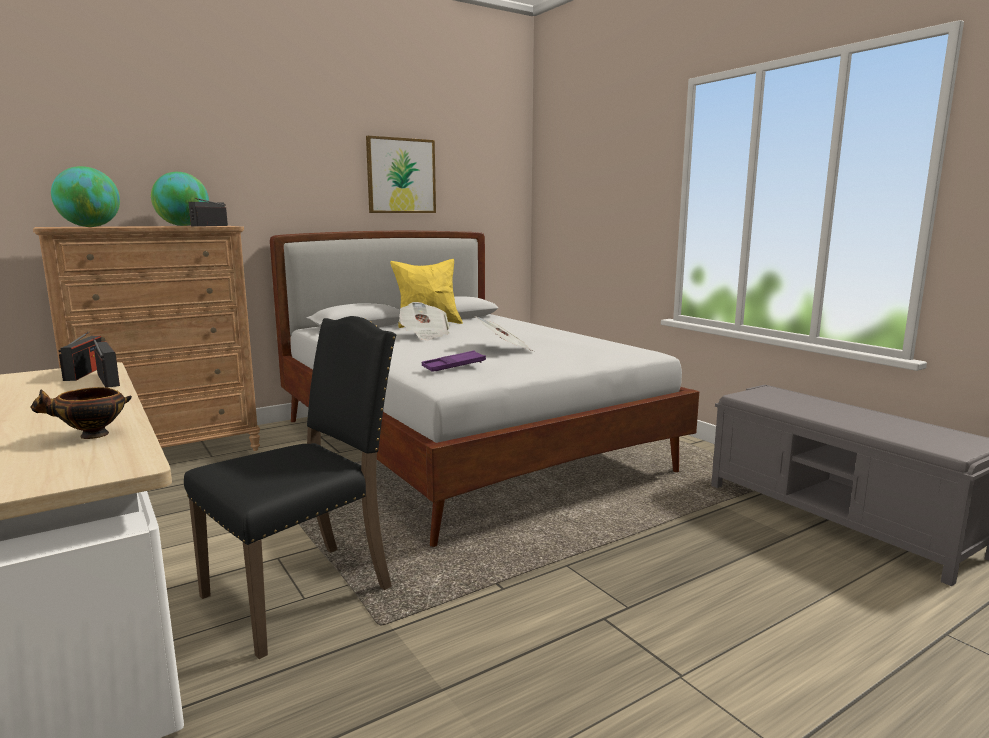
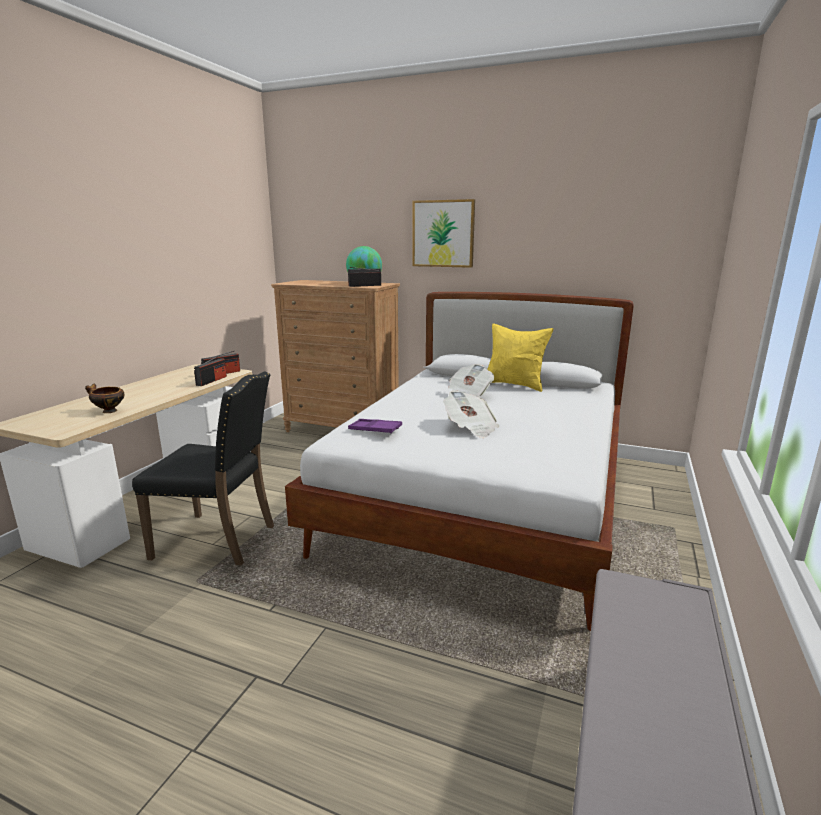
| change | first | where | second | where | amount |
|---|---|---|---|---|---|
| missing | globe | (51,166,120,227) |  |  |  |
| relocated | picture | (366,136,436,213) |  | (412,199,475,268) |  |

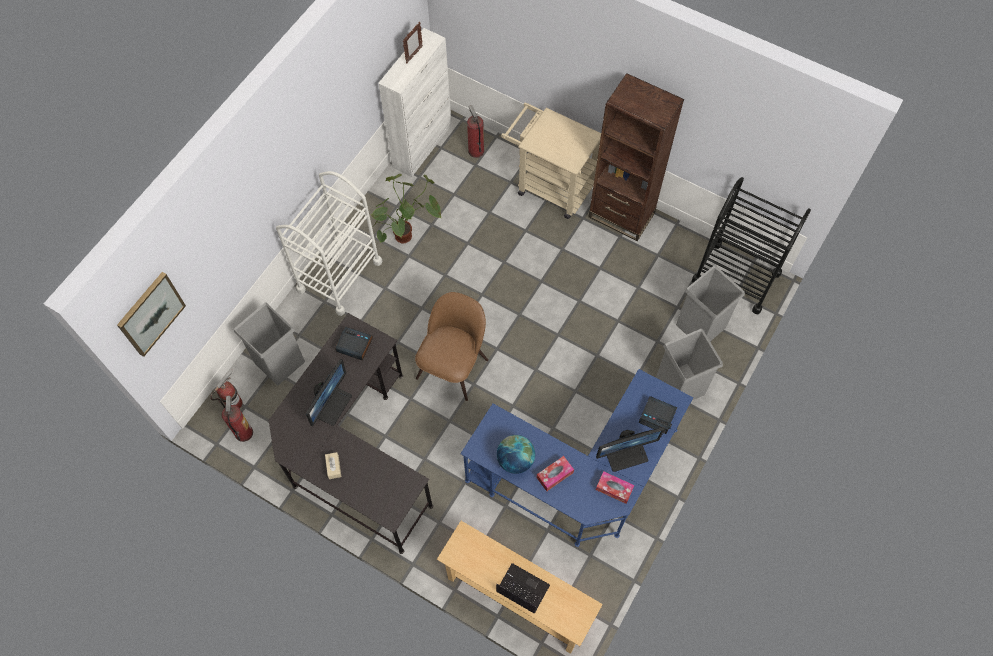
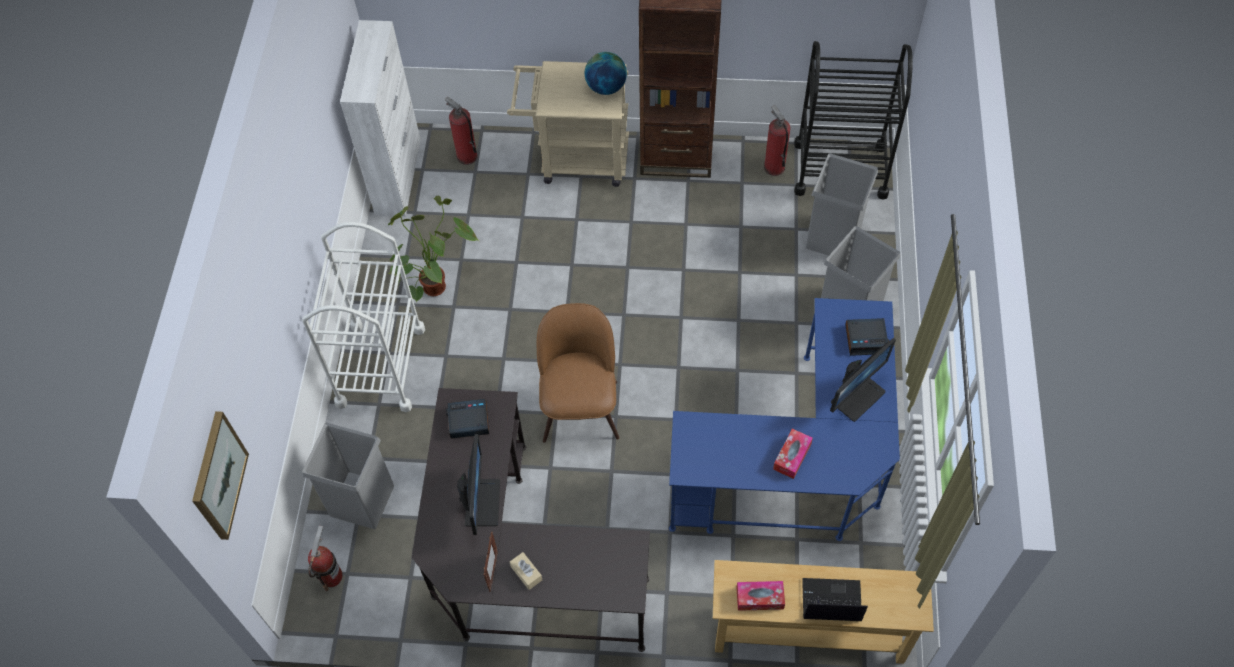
| change | first | where | second | where | amount |
|---|---|---|---|---|---|
| relocated | fire extinguisher | (222,396,253,442) |  | (764,105,791,176) |  |
| relocated | picture frame | (403,22,423,63) |  | (484,531,498,592) |  |
| relocated | globe | (497,435,535,474) |  | (585,52,627,95) |  |
| relocated | tissue box | (596,471,634,504) |  | (736,581,785,611) |  |

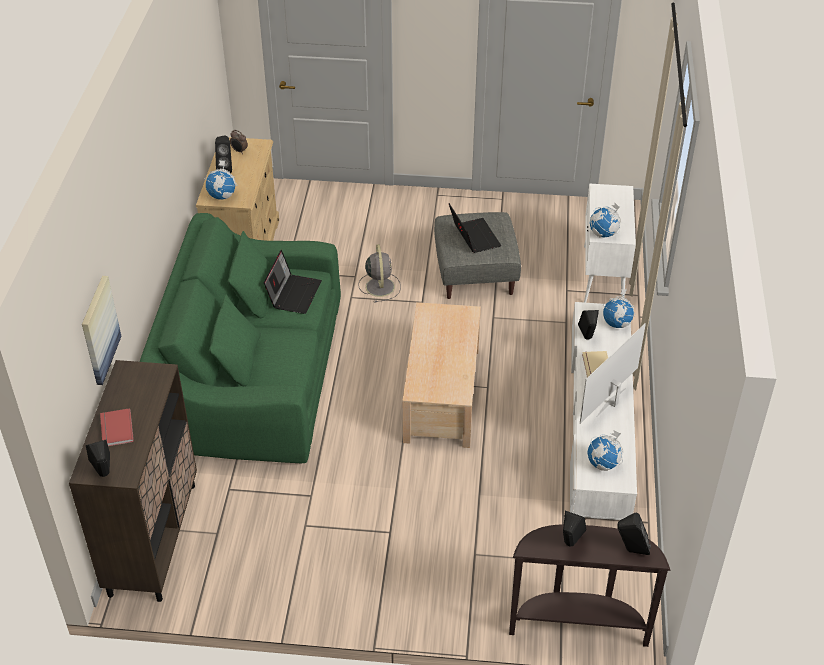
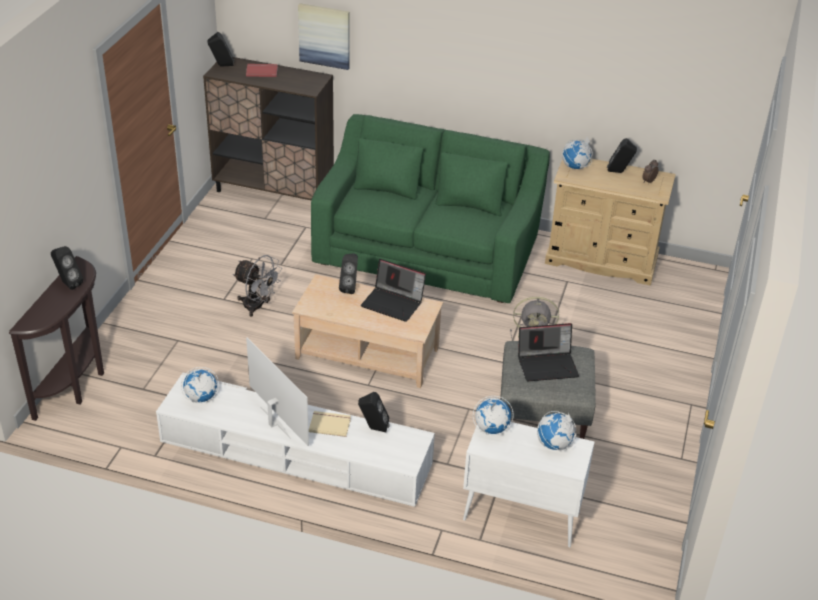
| change | first | where | second | where | amount |
|---|---|---|---|---|---|
| appeared |  |  | grey fan | (233,255,282,317) |  |
| relocated | laptop | (264,250,322,314) |  | (361,259,426,322) |  |
| relocated | globe | (603,289,636,328) |  | (537,411,576,450) |  |
| relocated | black speaker | (617,513,651,555) |  | (339,253,358,294) |  |

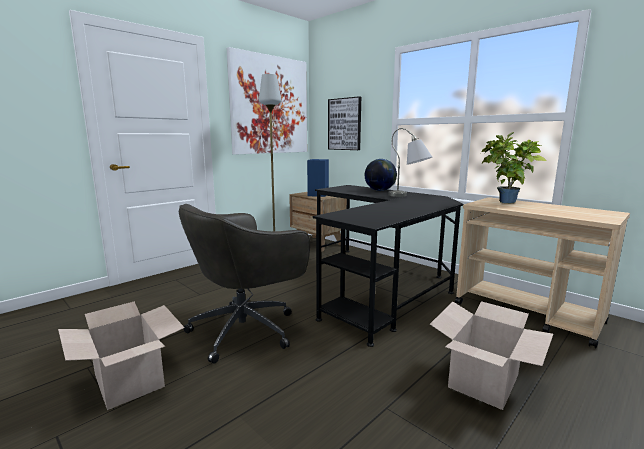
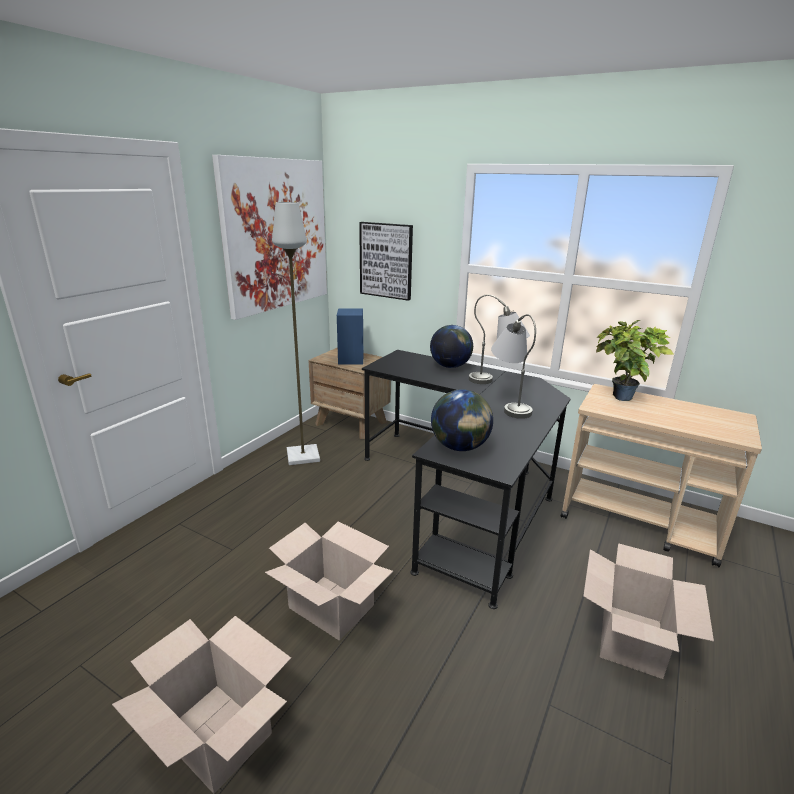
| change | first | where | second | where | amount |
|---|---|---|---|---|---|
| appeared |  |  | globe | (431,389,493,451) |  |
| appeared |  |  | grey table lamp | (491,314,536,419) |  |
| exchanged | grey office chair | (179,204,310,364) | cardboard box | (265,521,393,641) |  |

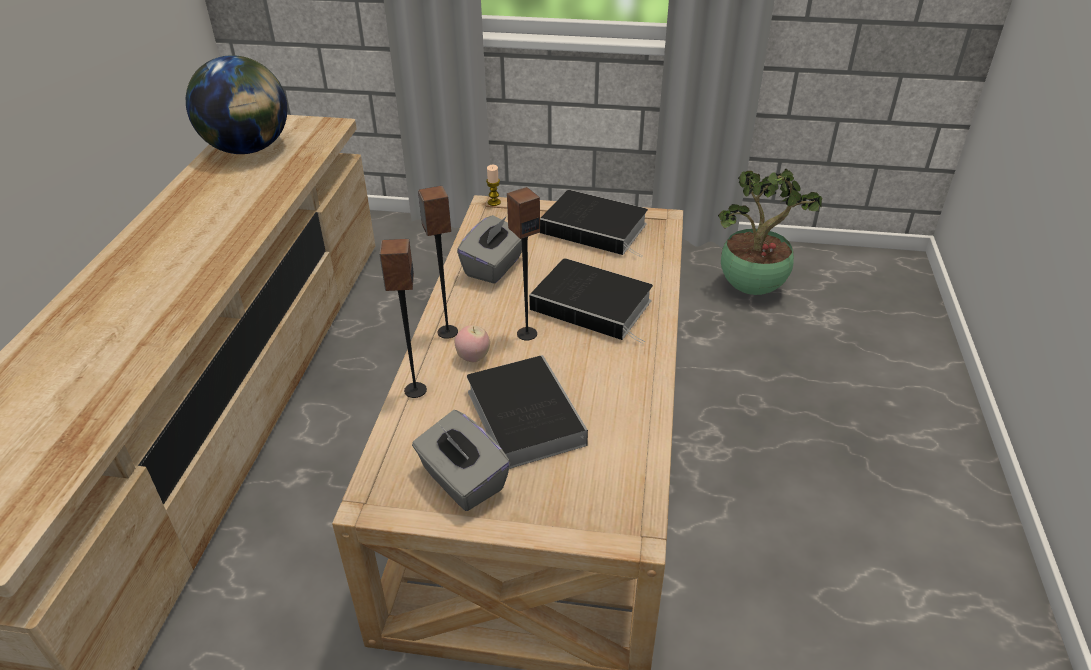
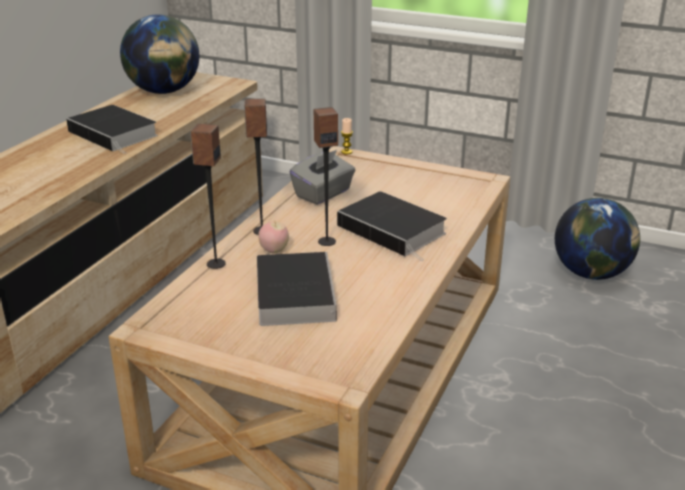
| change | first | where | second | where | amount |
|---|---|---|---|---|---|
| missing | grey tissue box | (412,410,511,511) |  |  |  |
| relocated | book | (540,190,648,257) |  | (66,105,158,154) |  |
| exchanged | potted plant | (718,169,822,295) | globe | (555,198,640,280) |  |

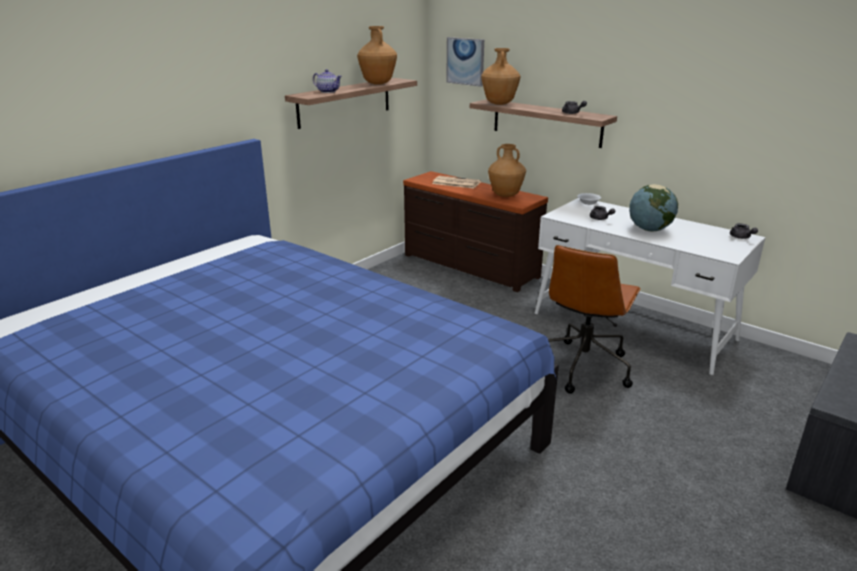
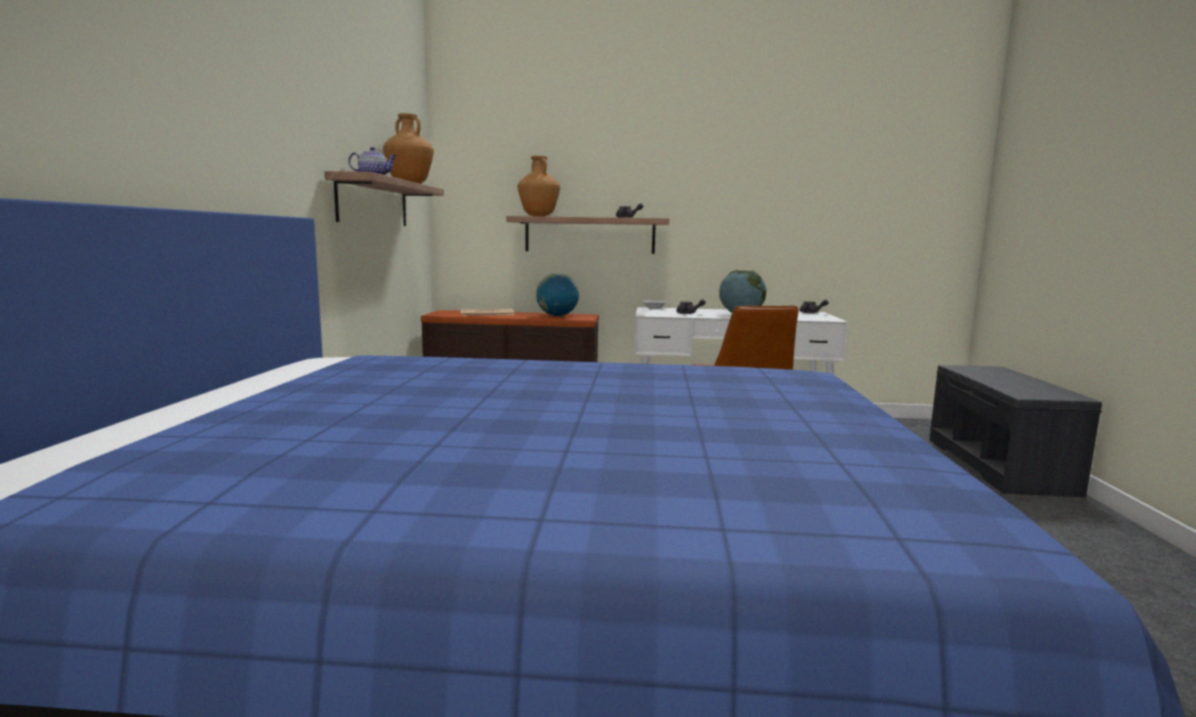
| change | first | where | second | where | amount |
|---|---|---|---|---|---|
| missing | picture | (446,37,484,87) |  |  |  |
| exchanged | brown vase | (488,144,526,197) | globe | (536,273,579,316) |  |

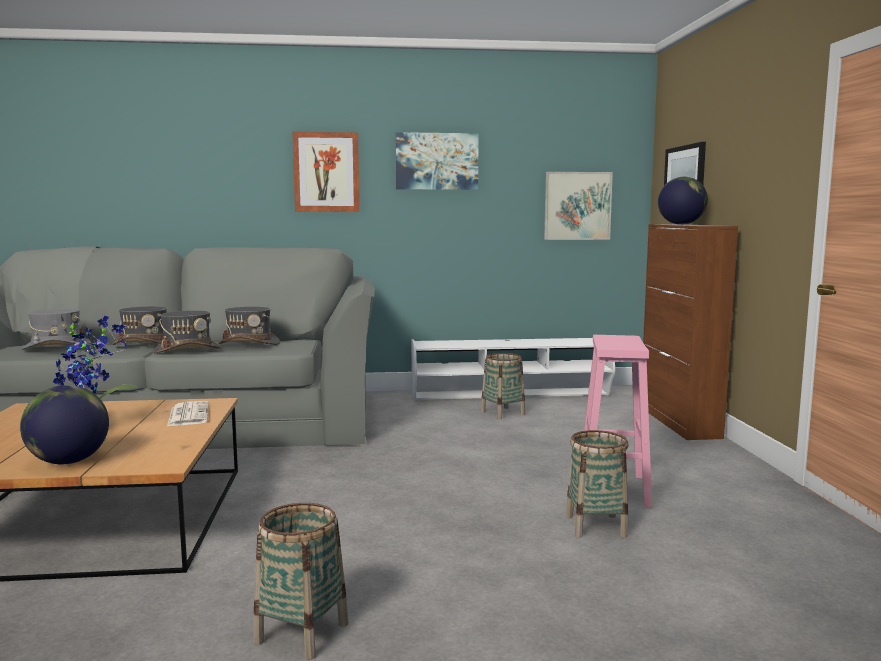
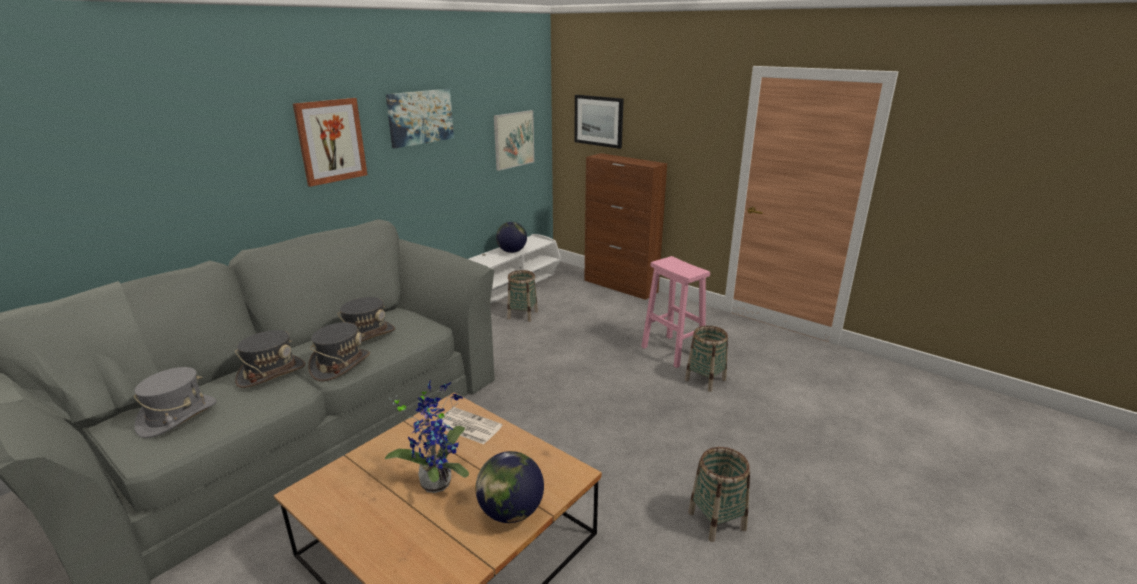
| change | first | where | second | where | amount |
|---|---|---|---|---|---|
| relocated | globe | (658,177,708,225) |  | (496,222,527,253) |  |

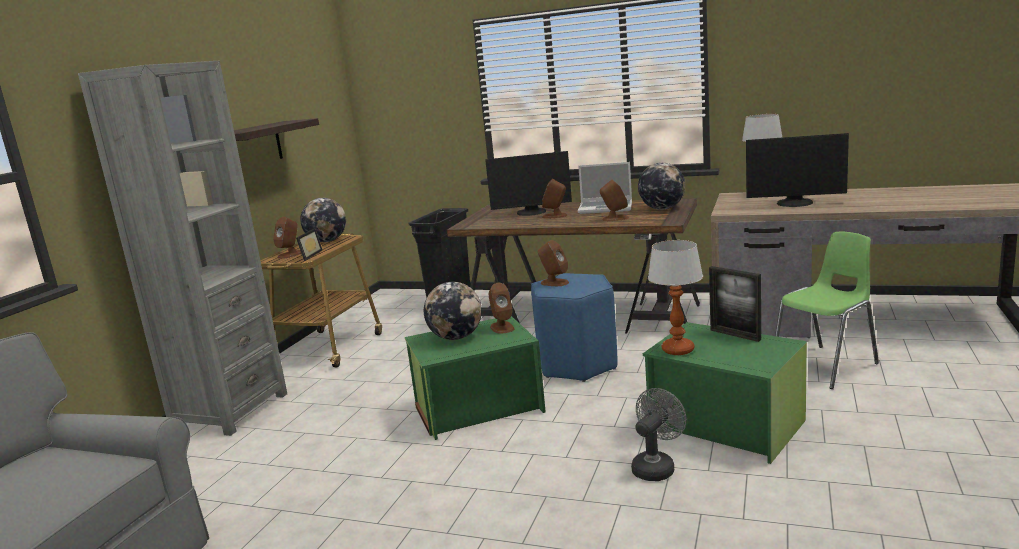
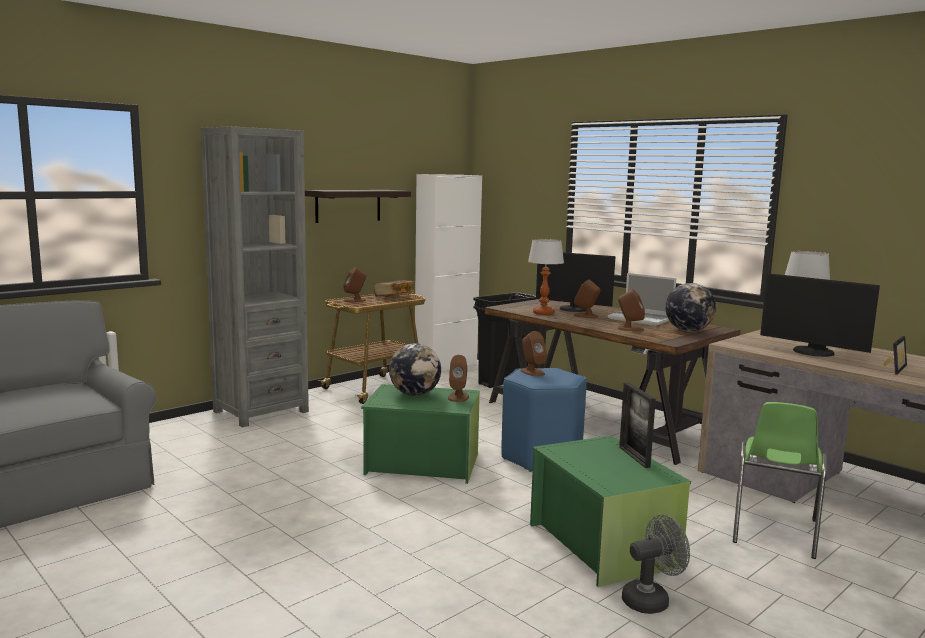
| change | first | where | second | where | amount |
|---|---|---|---|---|---|
| appeared |  |  | white cabinet | (415,174,482,372) |  |
| relocated | picture frame | (296,229,323,261) |  | (883,336,907,375) |  |
| relocated | grey fan | (631,388,687,481) |  | (622,515,690,614) |  |
| relocated | table lamp | (648,240,703,355) |  | (528,239,564,315) |  |
| exchanged | globe | (300,198,346,242) | book | (374,281,415,297) |  |
| spun | green chair | (775,232,879,389) |  | (733,402,827,559) | 120 degrees clockwise |

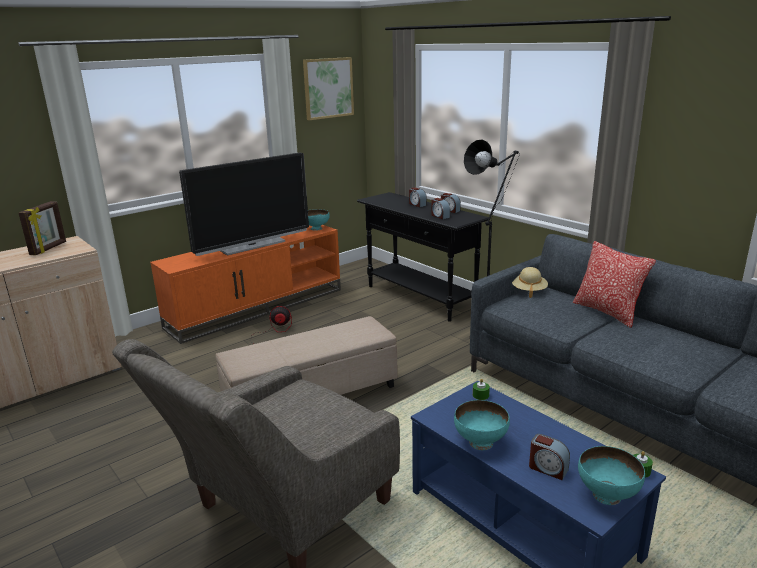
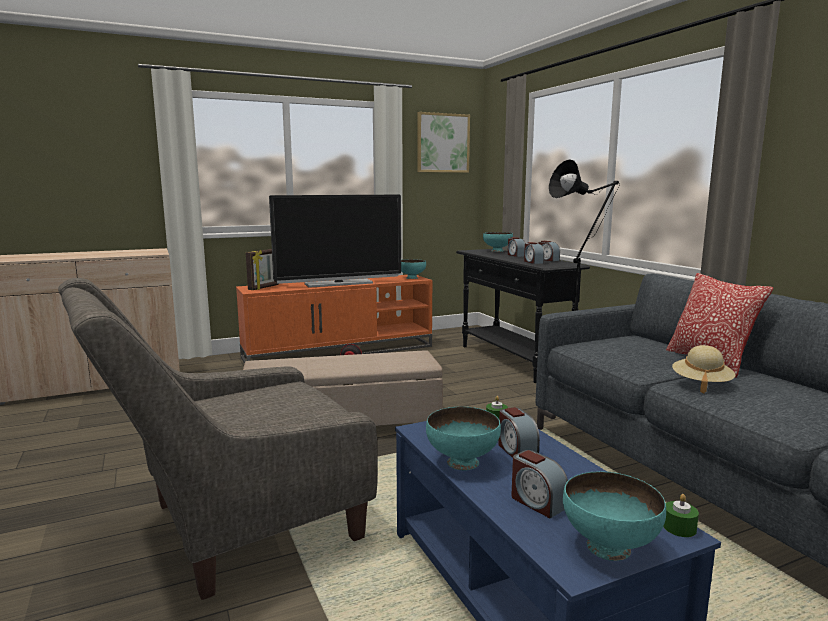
| change | first | where | second | where | amount |
|---|---|---|---|---|---|
| appeared |  |  | turquoise bowl | (483,232,513,252) |  |
| appeared |  |  | alarm clock | (498,407,540,458) |  |
| relocated | picture frame | (19,201,66,255) |  | (246,249,279,290) |  |
| relocated | beige hat | (512,267,548,298) |  | (672,345,735,394) |  |

